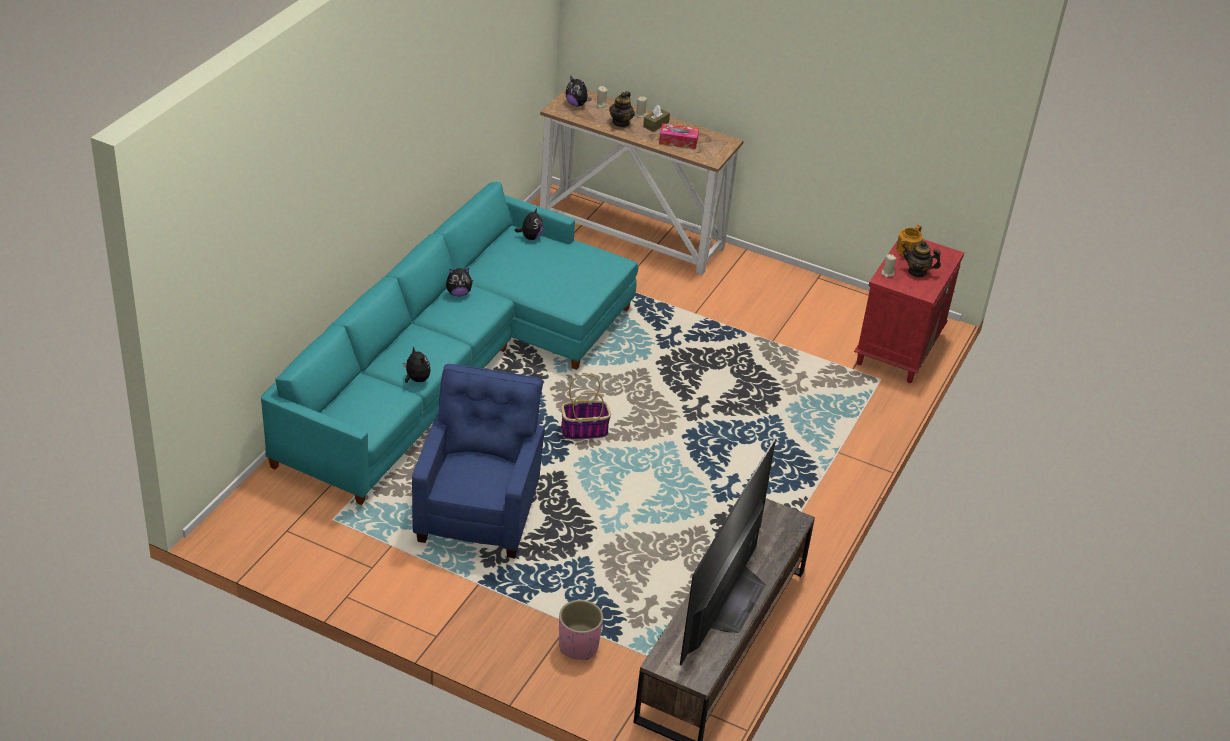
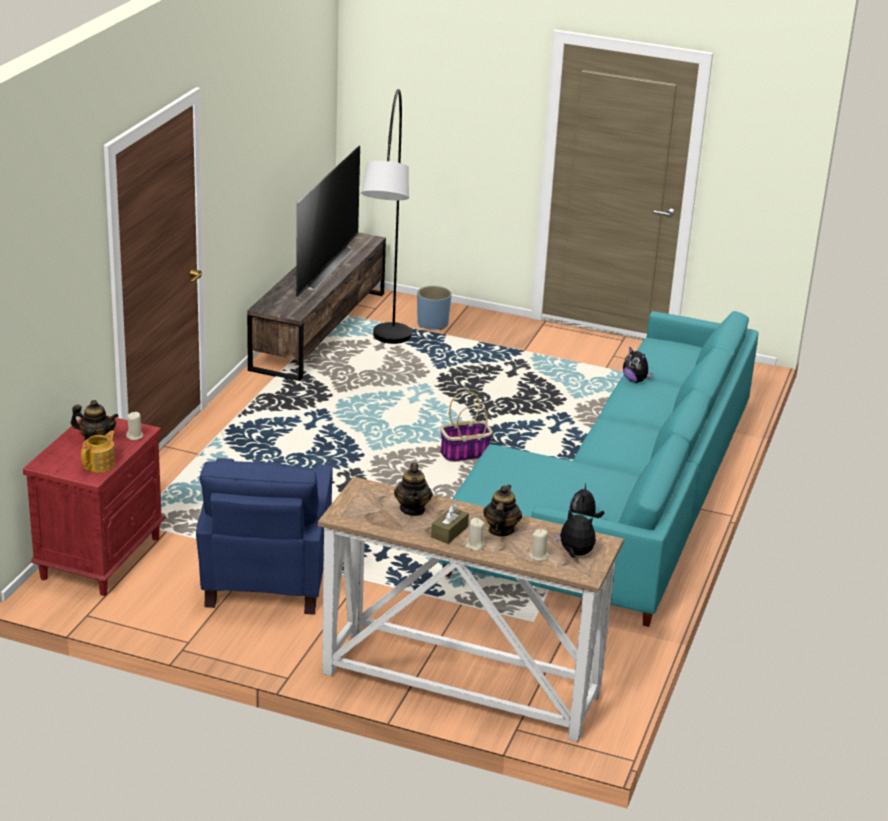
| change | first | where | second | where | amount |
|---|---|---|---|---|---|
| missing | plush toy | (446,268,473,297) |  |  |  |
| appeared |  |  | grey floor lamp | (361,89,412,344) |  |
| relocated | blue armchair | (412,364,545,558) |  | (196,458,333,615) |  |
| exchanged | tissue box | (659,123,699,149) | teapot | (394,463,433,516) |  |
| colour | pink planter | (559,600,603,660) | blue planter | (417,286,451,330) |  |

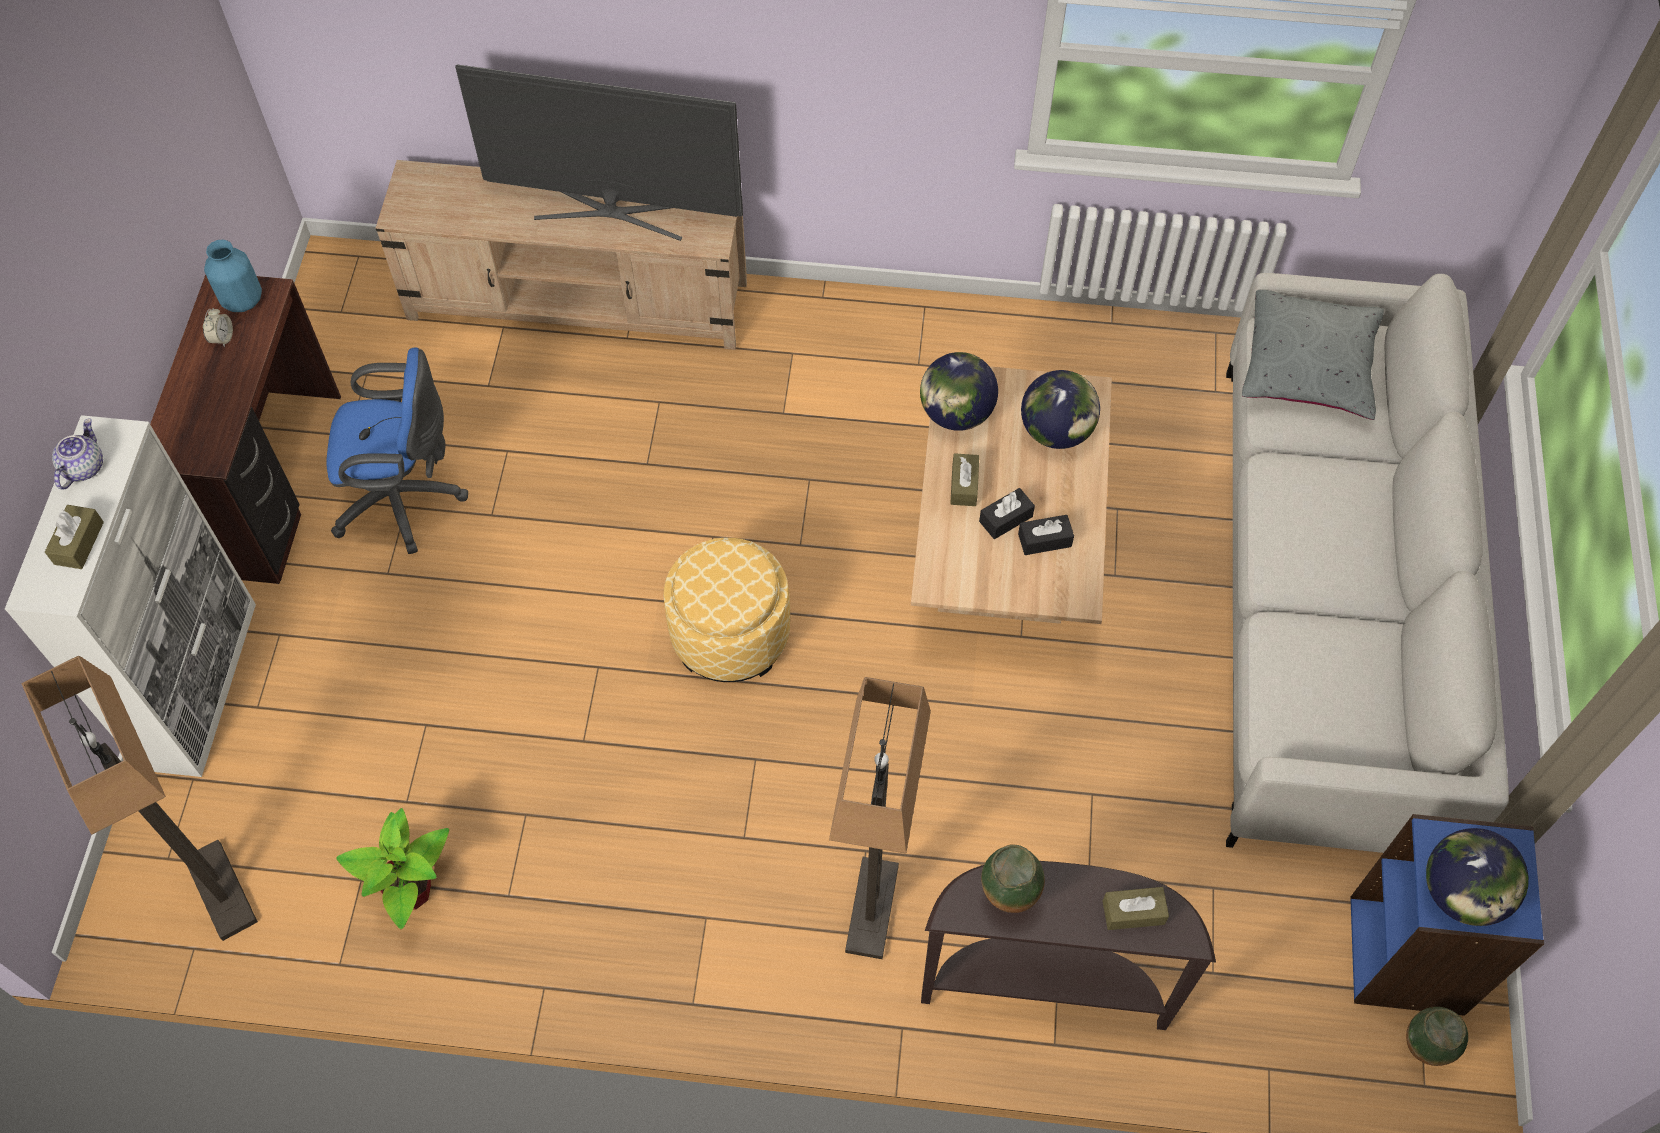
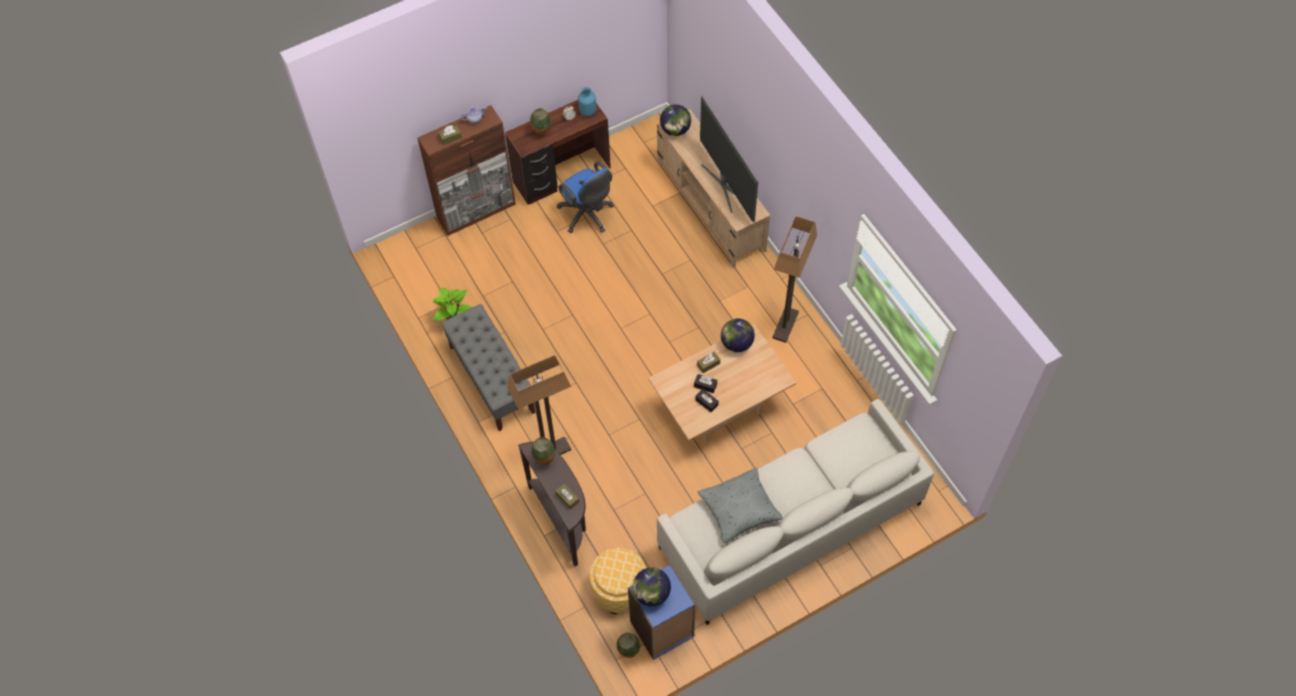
| change | first | where | second | where | amount |
|---|---|---|---|---|---|
| appeared |  |  | grey bench | (441,304,536,431) |  |
| appeared |  |  | vase | (530,108,551,135) |  |
| relocated | floor lamp | (22,656,258,941) |  | (773,216,817,343) |  |
| relocated | ottoman | (664,538,790,682) |  | (590,548,646,614) |  |
| relocated | globe | (1021,370,1100,449) |  | (660,105,691,136) |  |
| relocated | grey pillow | (1242,290,1384,420) |  | (698,467,783,543) |  |
| colour | white cabinet | (5,415,256,777) | brown cabinet | (417,105,516,236) |  |

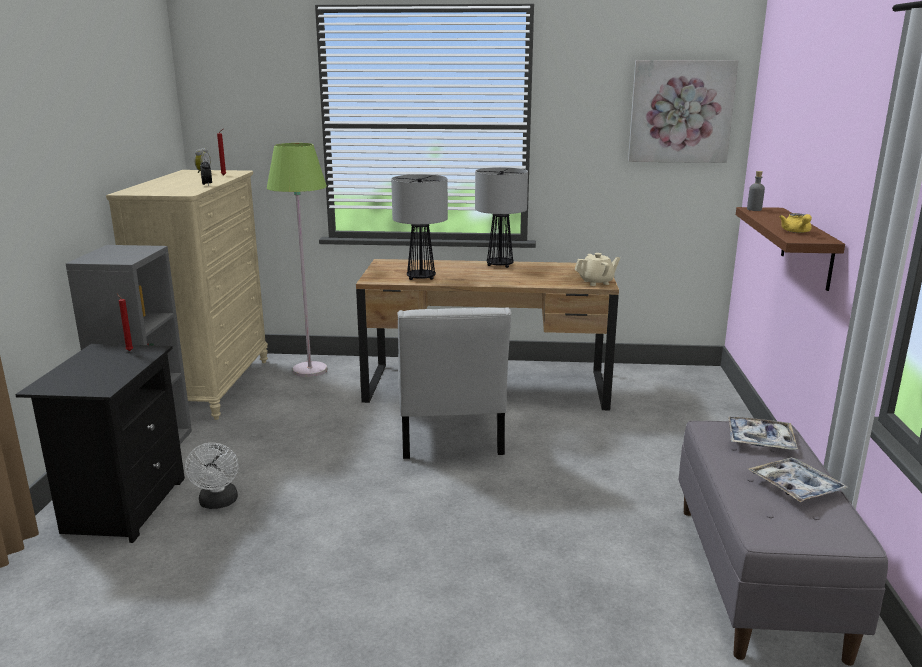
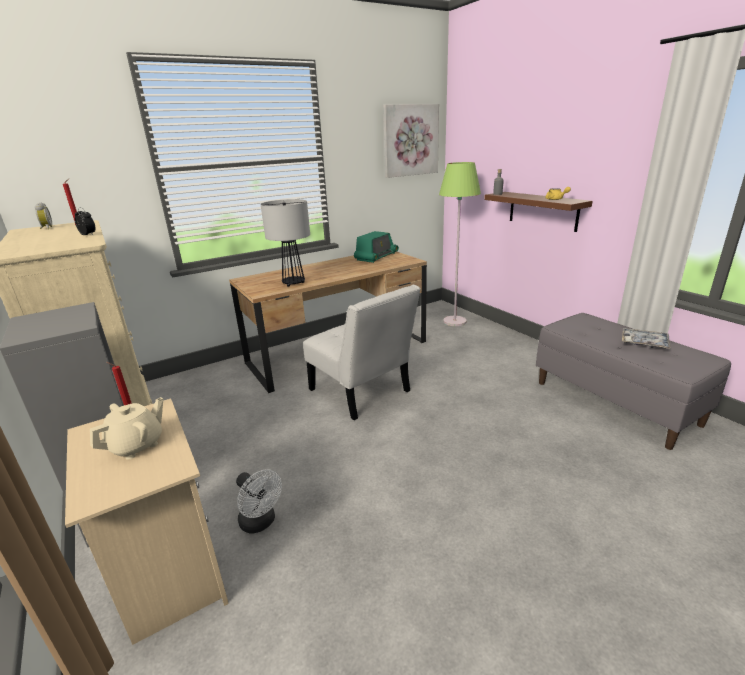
| change | first | where | second | where | amount |
|---|---|---|---|---|---|
| missing | table lamp | (475,167,528,268) |  |  |  |
| missing | tray | (728,417,798,450) |  |  |  |
| appeared |  |  | radio | (354,231,399,263) |  |
| relocated | green floor lamp | (267,143,327,377) |  | (439,162,481,326) |  |
| relocated | beige teapot | (575,253,620,286) |  | (90,397,163,460) |  |
| colour | black nightstand | (15,344,185,543) | beige nightstand | (65,399,229,645) |  |

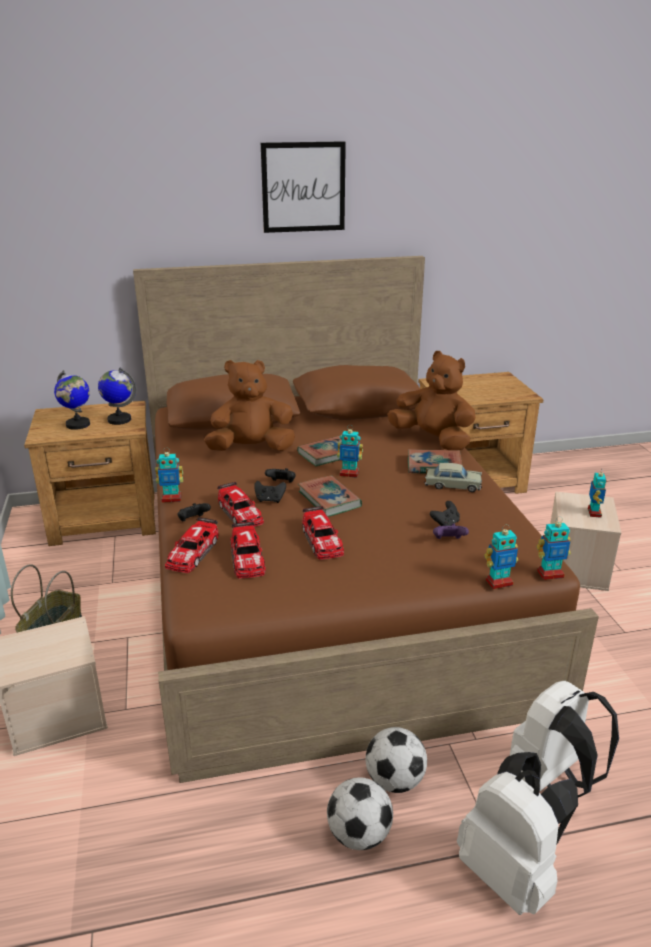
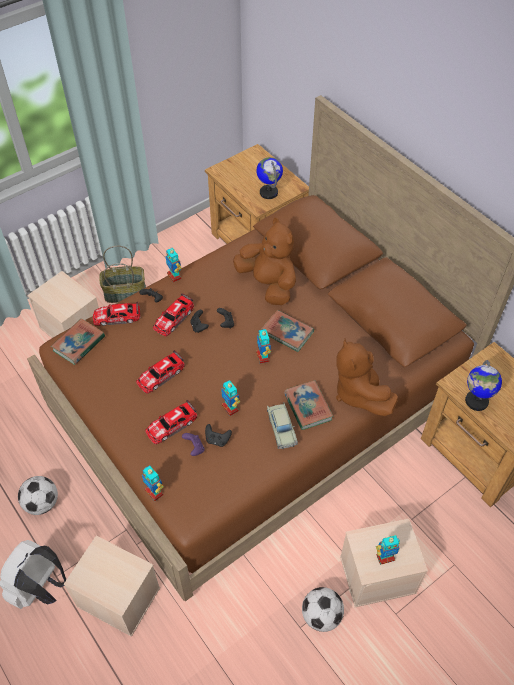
| change | first | where | second | where | amount |
|---|---|---|---|---|---|
| missing | picture | (261,141,346,233) |  |  |  |
| relocated | globe | (54,370,90,430) |  | (465,360,502,411) |  |
| relocated | toy car | (230,522,266,579) |  | (145,400,197,444) |  |
| relocated | book | (298,475,362,517) |  | (51,318,105,365) |  |
| relocated | football | (366,727,427,793) |  | (302,587,344,632) |  |
| relocated | toy robot | (537,517,570,580) |  | (221,380,240,416) |  |
| exchanged | white backpack | (510,681,619,798) | beige storage box | (63,535,160,637) |  |
| spun | brown plush toy | (387,351,476,450) |  | (336,339,398,416) | 150 degrees clockwise |

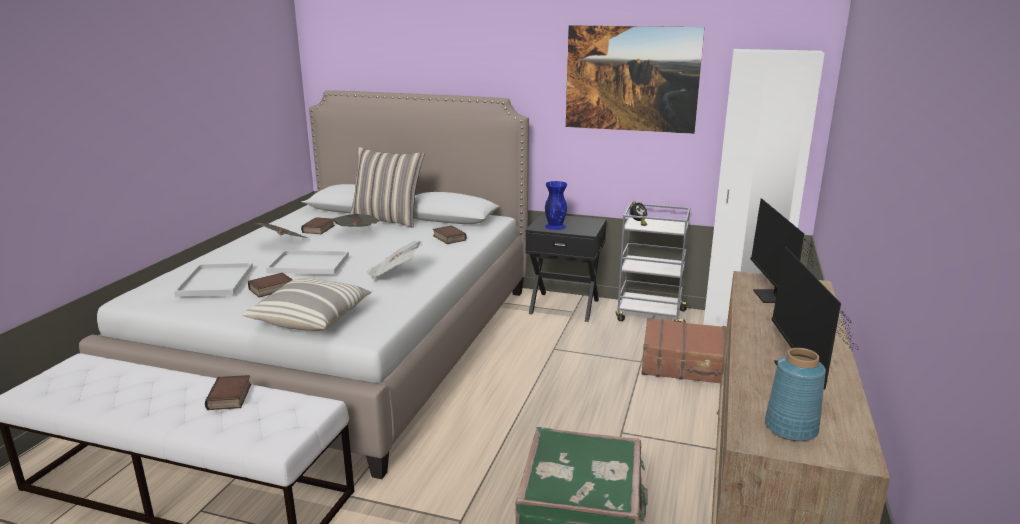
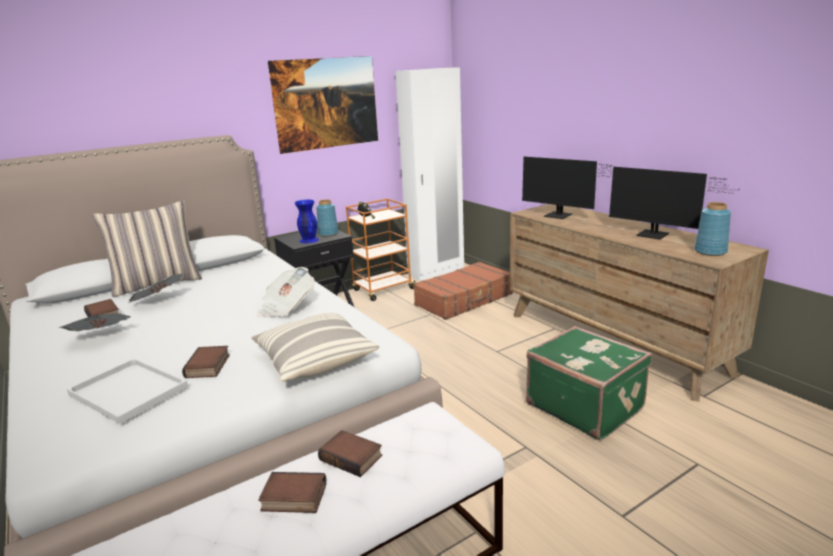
| change | first | where | second | where | amount |
|---|---|---|---|---|---|
| missing | white tray | (266,250,349,274) |  |  |  |
| appeared |  |  | blue vase | (316,199,339,237) |  |
| relocated | book | (433,226,467,244) |  | (258,472,326,513) |  |
| colour | grey cart | (616,203,690,322) | orange cart | (346,198,416,301) |  |

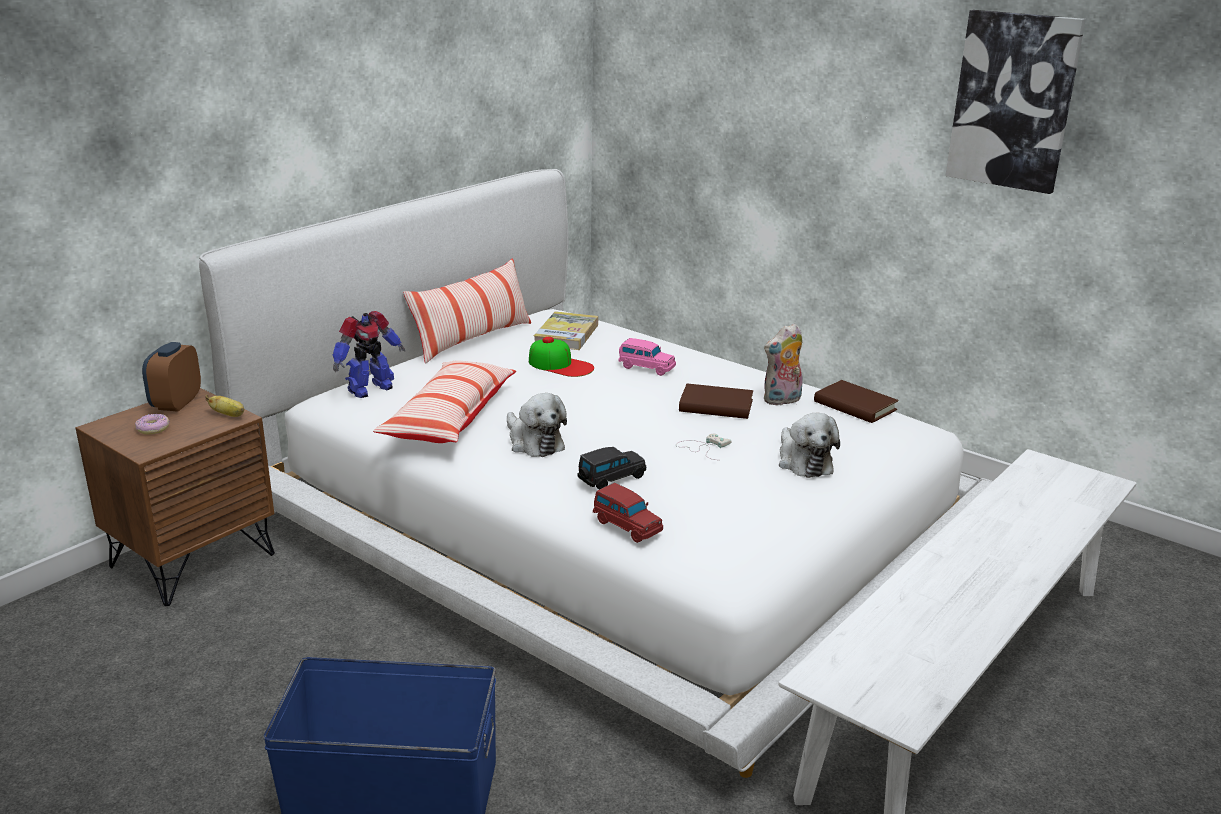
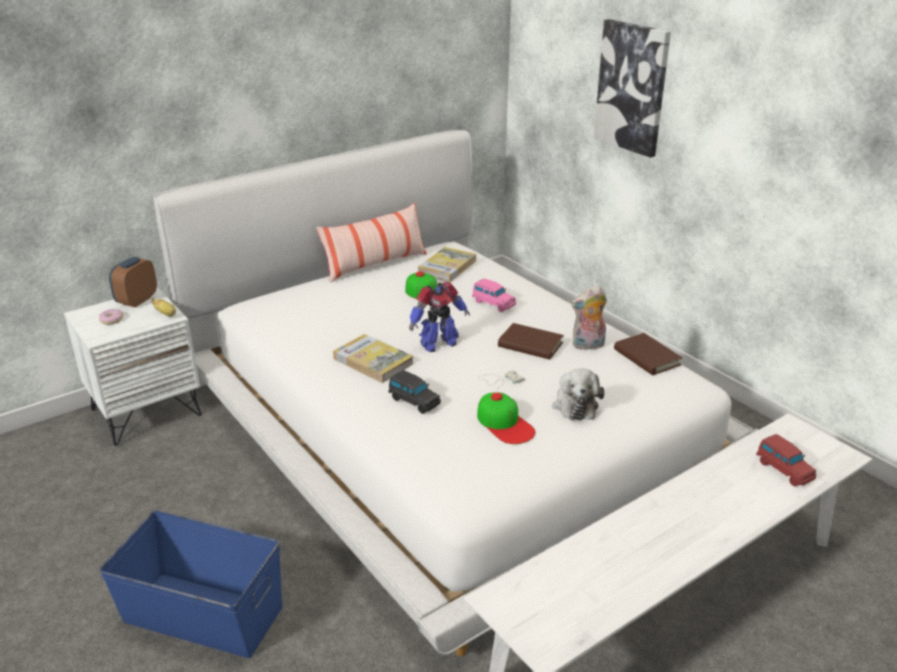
| change | first | where | second | where | amount |
|---|---|---|---|---|---|
| missing | pillow | (373,360,516,443) |  |  |  |
| appeared |  |  | cap | (477,392,535,444) |  |
| relocated | toy robot | (333,311,405,398) |  | (409,282,470,352) |  |
| relocated | red toy car | (593,483,663,543) |  | (756,434,816,486) |  |
| relocated | picture | (946,10,1086,194) |  | (594,19,671,158) |  |
| exchanged | plush toy | (507,393,567,457) | book | (333,334,413,383) |  |
| colour | brown nightstand | (75,388,275,606) | white nightstand | (64,288,202,446) |  |
| spun | black toy car | (578,447,646,489) |  | (388,370,441,414) | 60 degrees clockwise |

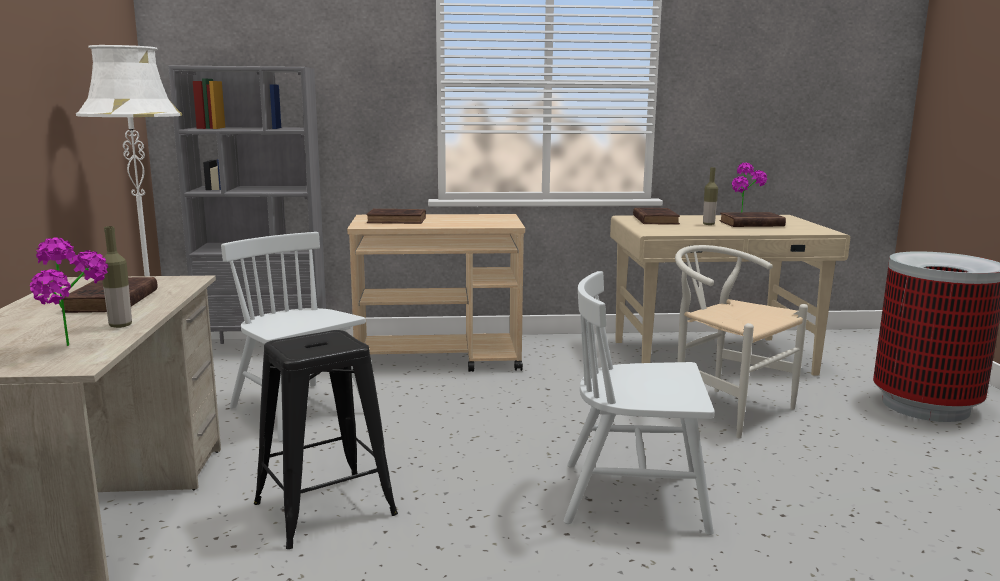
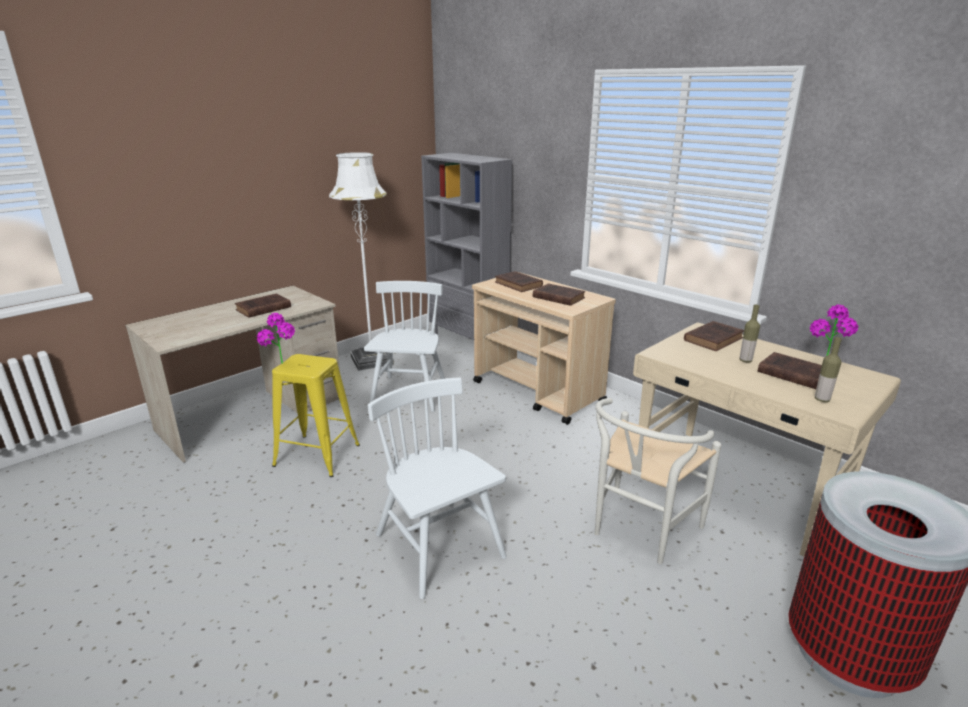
| change | first | where | second | where | amount |
|---|---|---|---|---|---|
| appeared |  |  | brown book | (533,283,585,306) |  |
| relocated | potted plant | (30,237,108,346) |  | (257,313,295,364) |  |
| relocated | bottle | (102,226,132,328) |  | (815,337,842,402) |  |
| colour | black stool | (254,330,398,549) | yellow stool | (272,354,360,477) |  |
| spun | white chair | (675,245,808,438) |  | (595,398,721,564) | 150 degrees counterclockwise |

